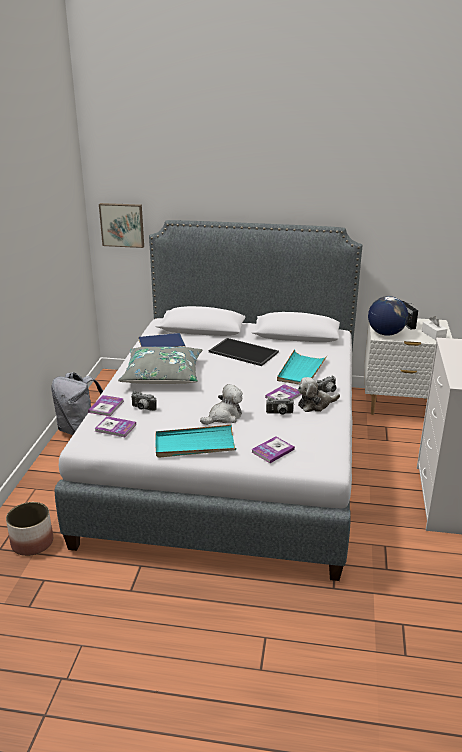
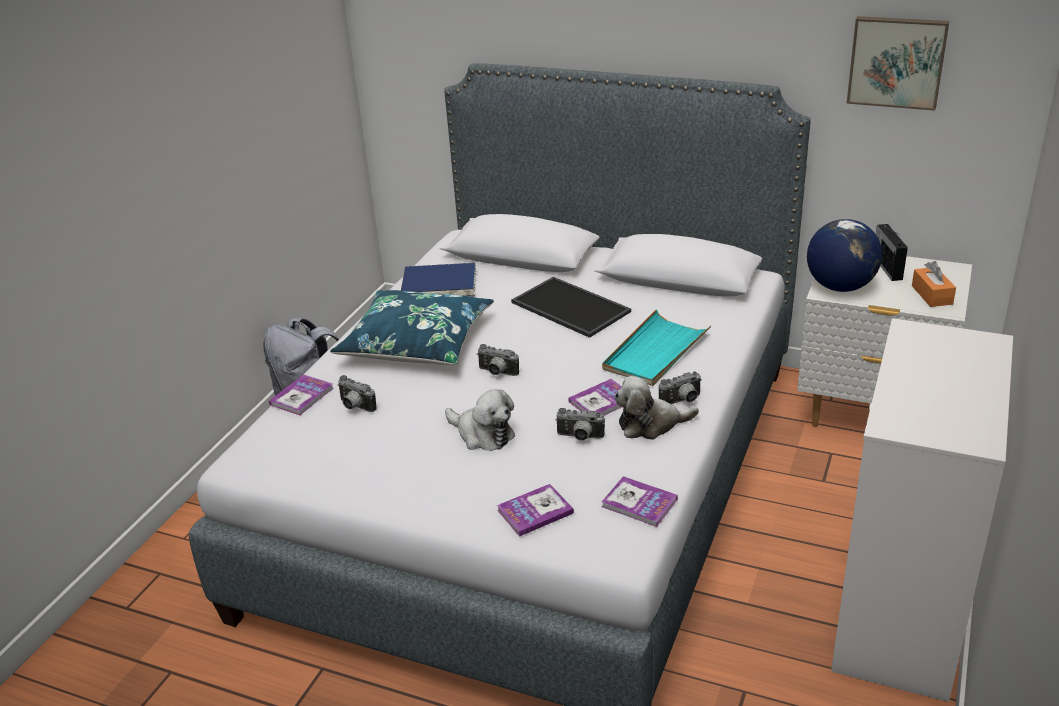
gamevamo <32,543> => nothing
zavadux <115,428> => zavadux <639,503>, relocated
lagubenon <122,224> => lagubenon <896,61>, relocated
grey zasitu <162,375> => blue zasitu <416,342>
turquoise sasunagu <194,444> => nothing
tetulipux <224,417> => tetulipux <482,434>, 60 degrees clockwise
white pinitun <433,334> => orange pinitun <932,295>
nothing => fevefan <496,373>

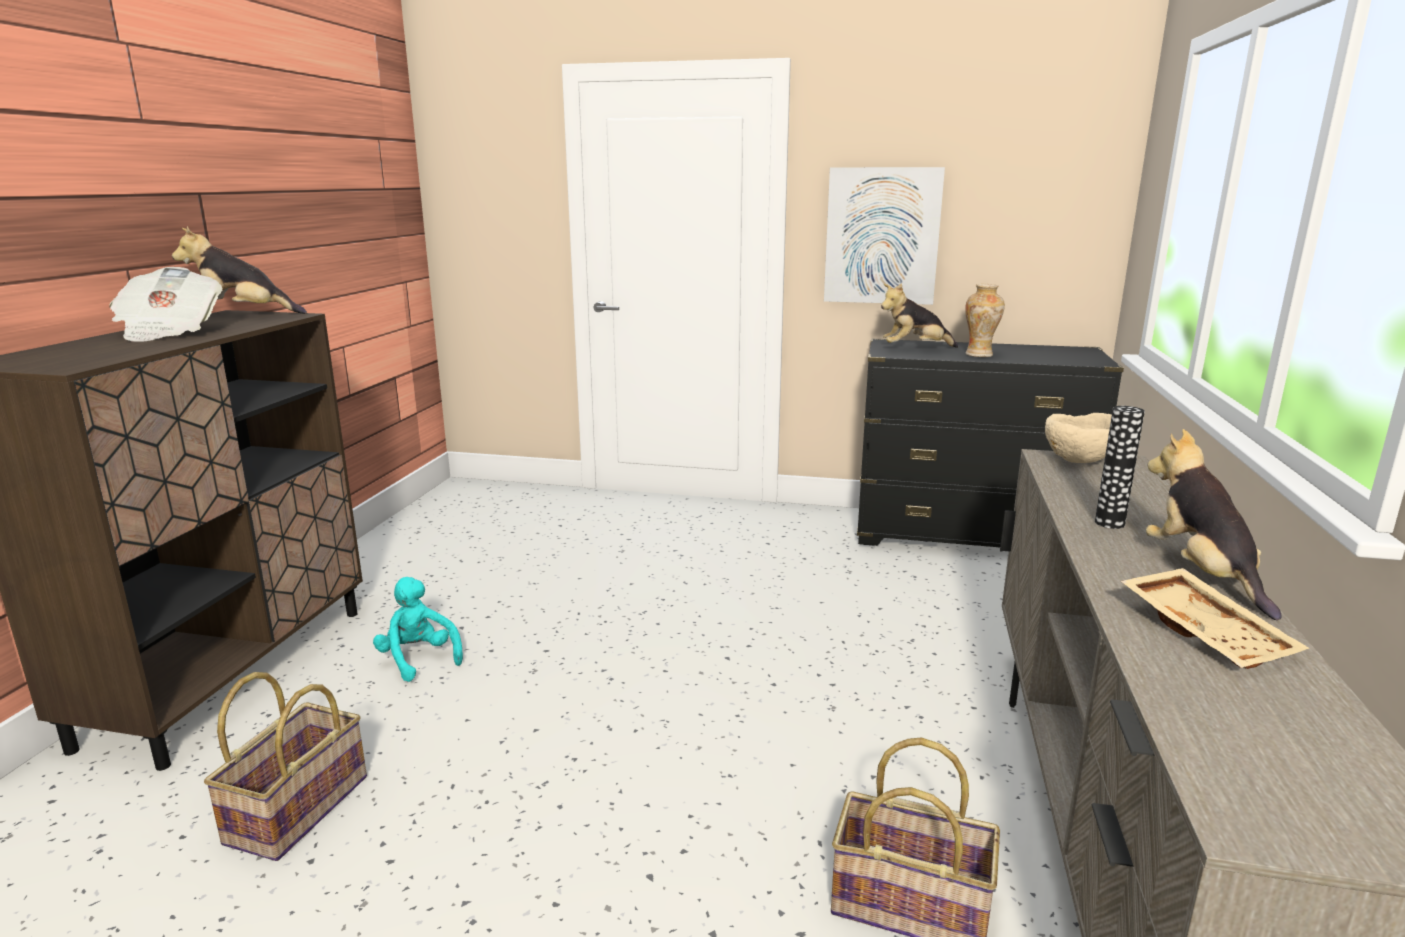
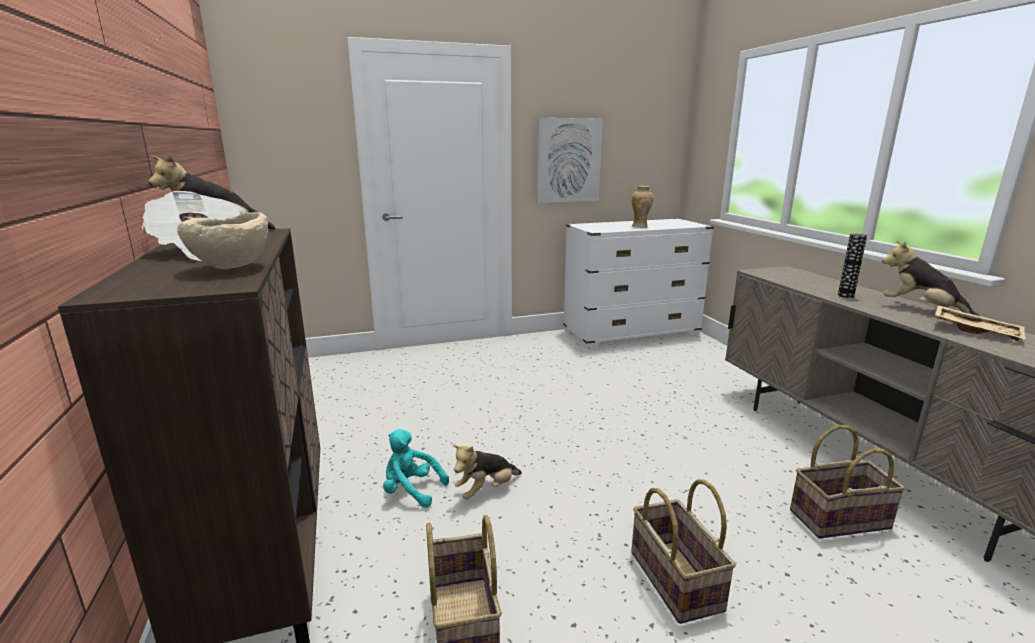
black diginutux <967,537> => white diginutux <631,333>
tetulipux <914,349> => tetulipux <486,490>, relocated
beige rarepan <1079,463> => beige rarepan <232,269>, relocated
nothing => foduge <673,580>

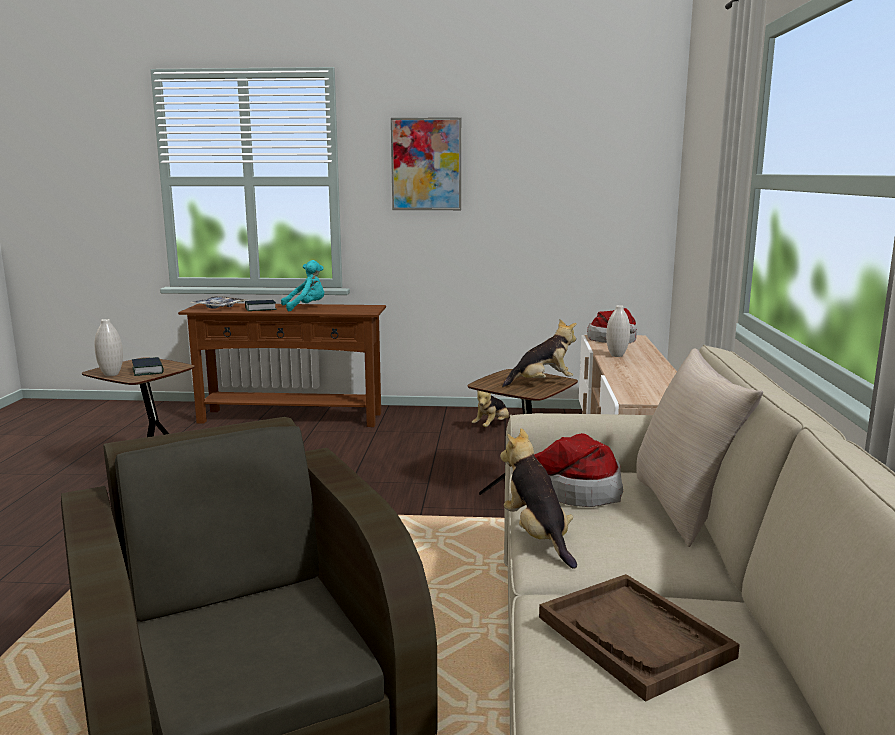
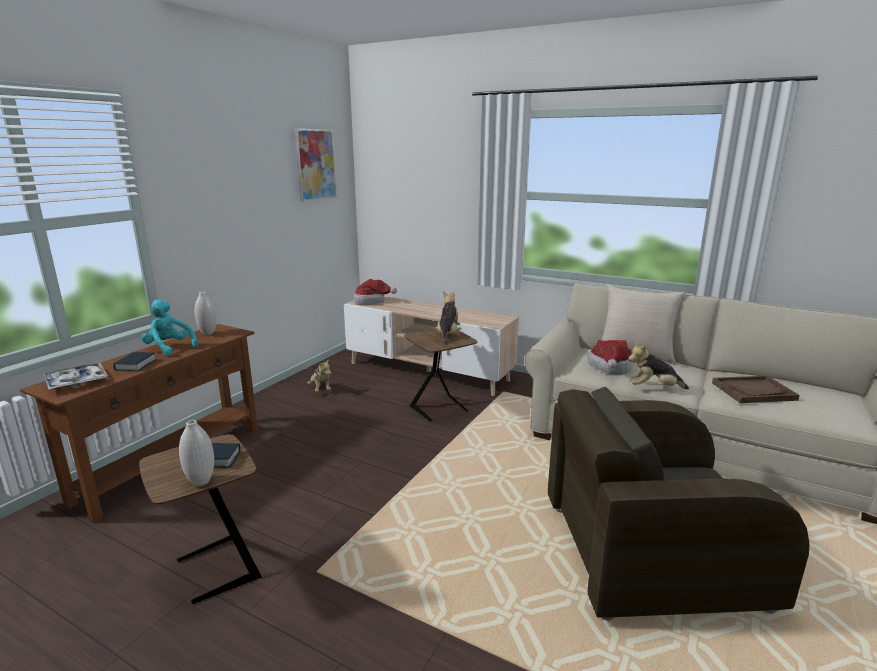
turquoise tetulipux <306,307> => turquoise tetulipux <169,348>, 60 degrees counterclockwise
lagubenon <426,164> => lagubenon <315,165>, relocated
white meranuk <616,355> => white meranuk <208,333>, relocated

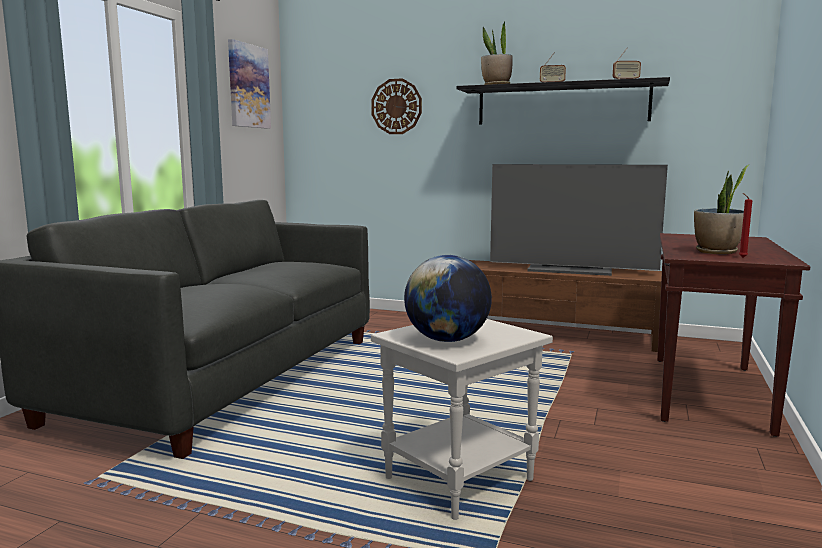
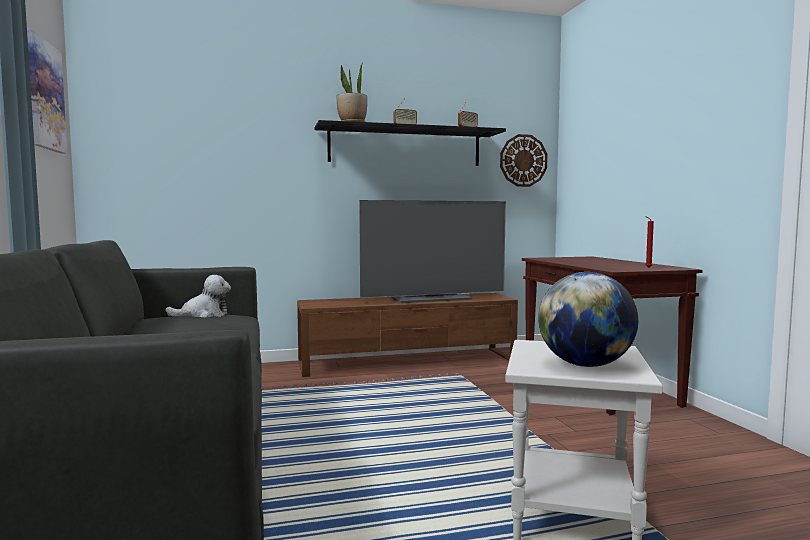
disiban <396,106> => disiban <523,160>, relocated
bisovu <716,252> => nothing
nothing => tetulipux <203,315>

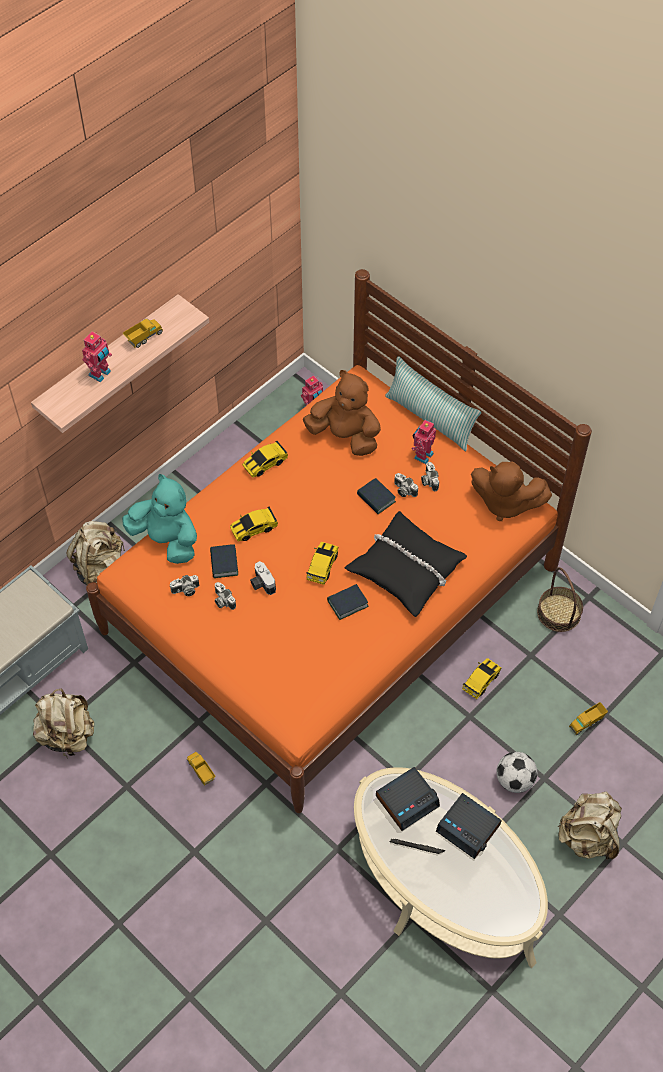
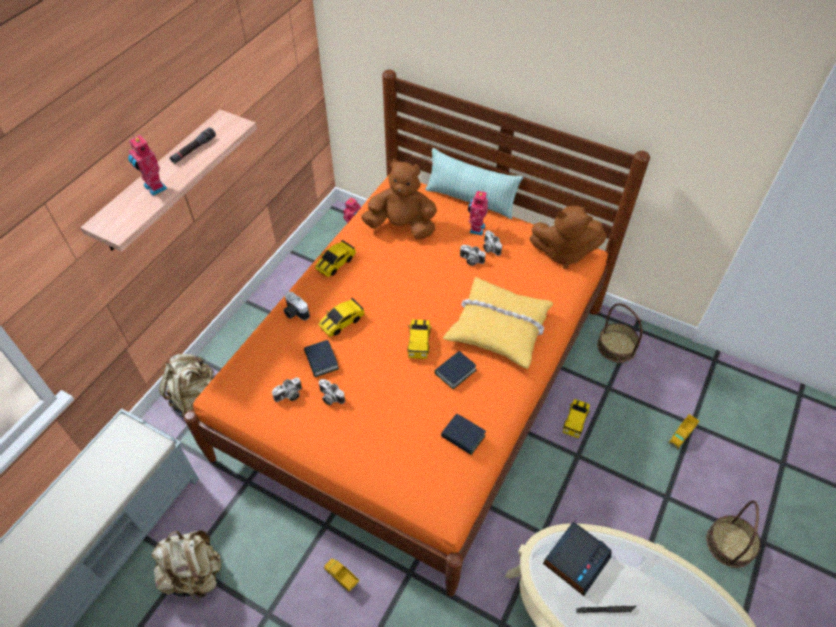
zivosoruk <101,374> => zivosoruk <154,188>, 120 degrees clockwise
turquoise tetulipux <166,540> => nothing
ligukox <144,338> => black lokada <193,150>
fevefan <261,584> => fevefan <295,313>, relocated
black zasitu <406,569> => yellow zasitu <499,327>
zavadux <376,498> => zavadux <463,436>, relocated
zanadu <469,828> => nothing
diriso <514,780> => nothing
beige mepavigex <588,836> => foduge <730,544>

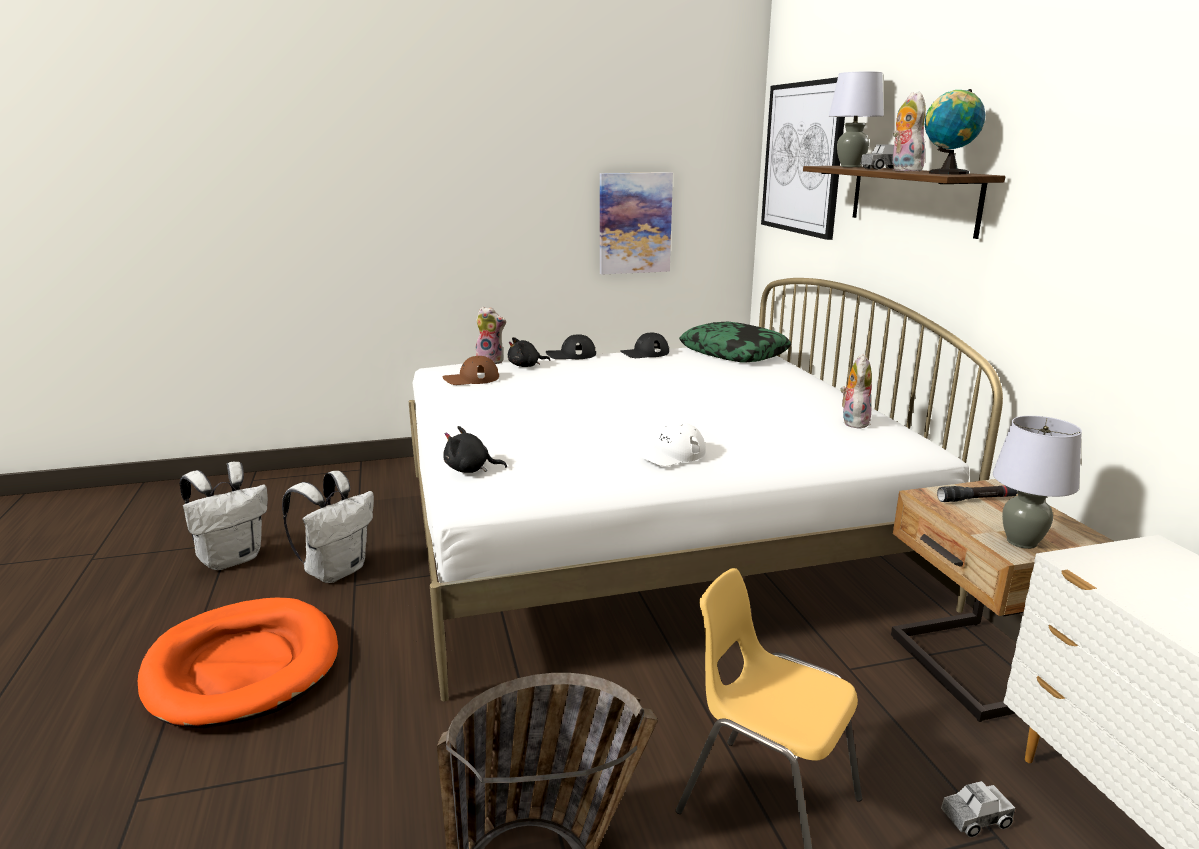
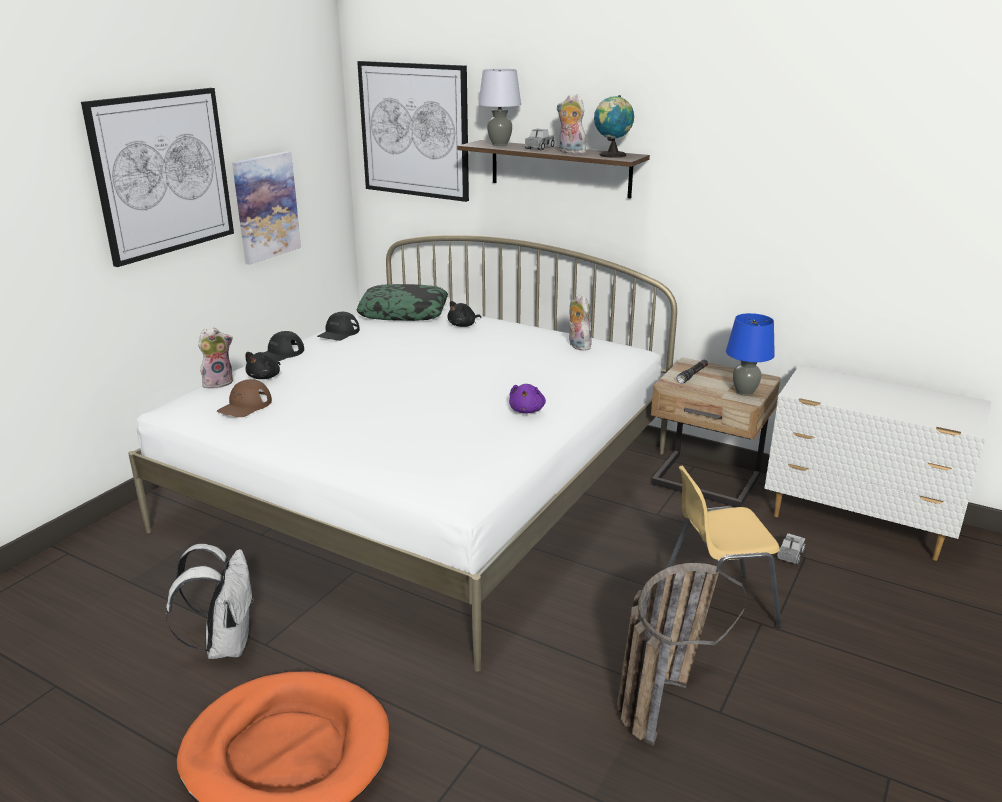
white mepavigex <232,558> => nothing
black tetulipux <470,469> => black tetulipux <463,325>, relocated
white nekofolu <671,454> => purple tetulipux <527,410>
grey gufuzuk <1021,542> => blue gufuzuk <744,392>
nothing => lagubenon <163,174>

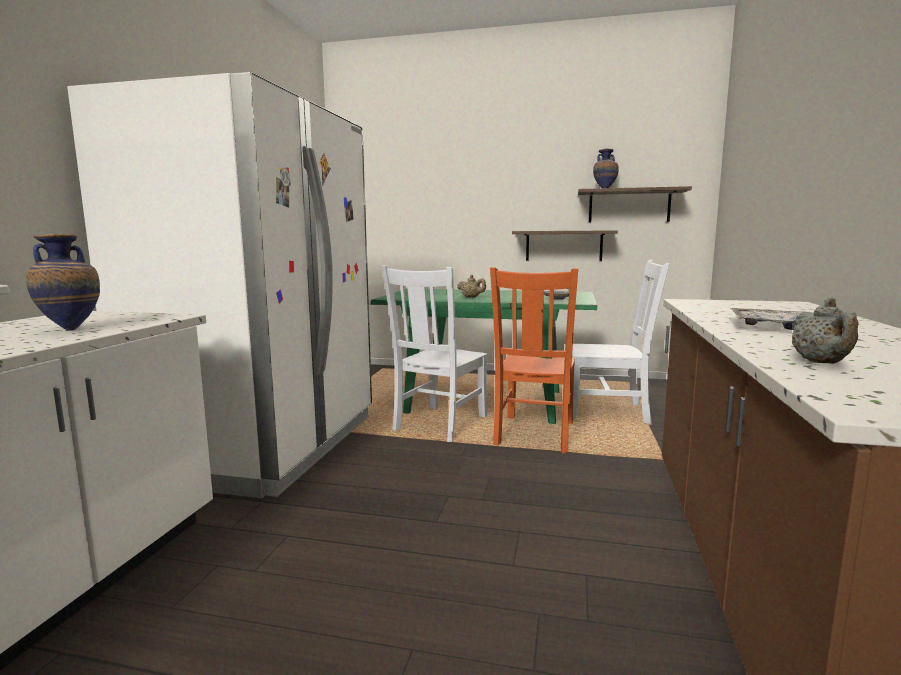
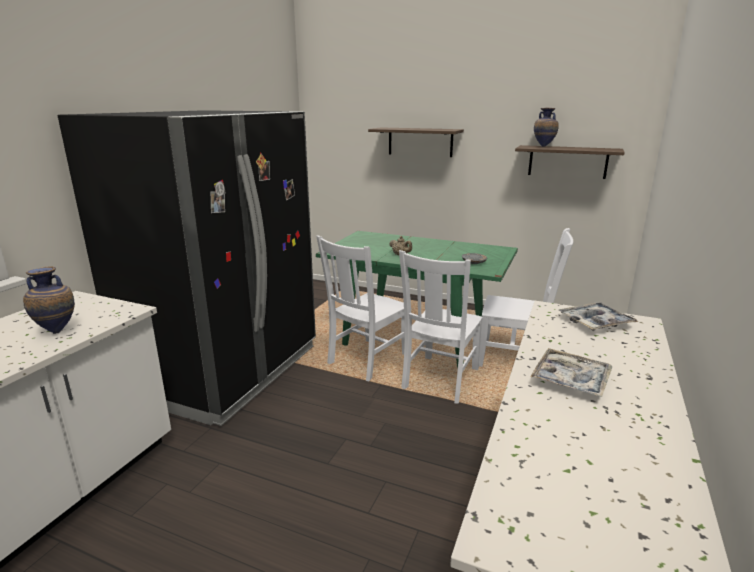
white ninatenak <265,445> => black ninatenak <227,371>
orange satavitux <534,435> => white satavitux <439,380>
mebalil <563,246> => mebalil <420,142>, relocated
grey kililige <821,363> => nothing
nothing => sasunagu <595,322>

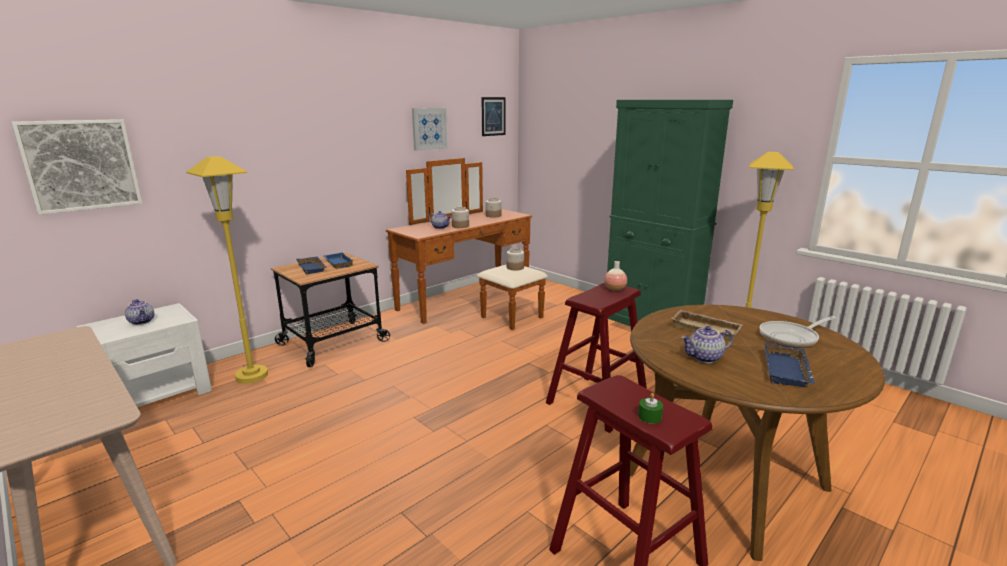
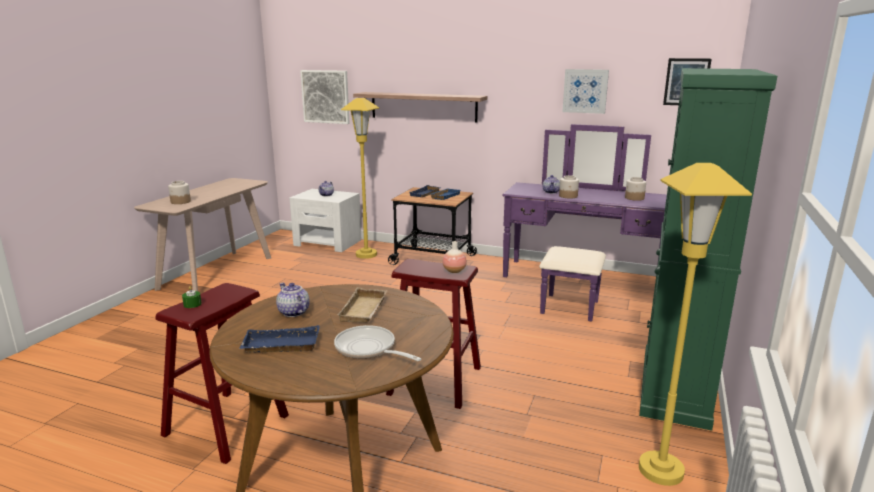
brown diginutux <475,302> => purple diginutux <579,284>
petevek <515,268> => petevek <180,202>, relocated
nothing => mebalil <423,106>

